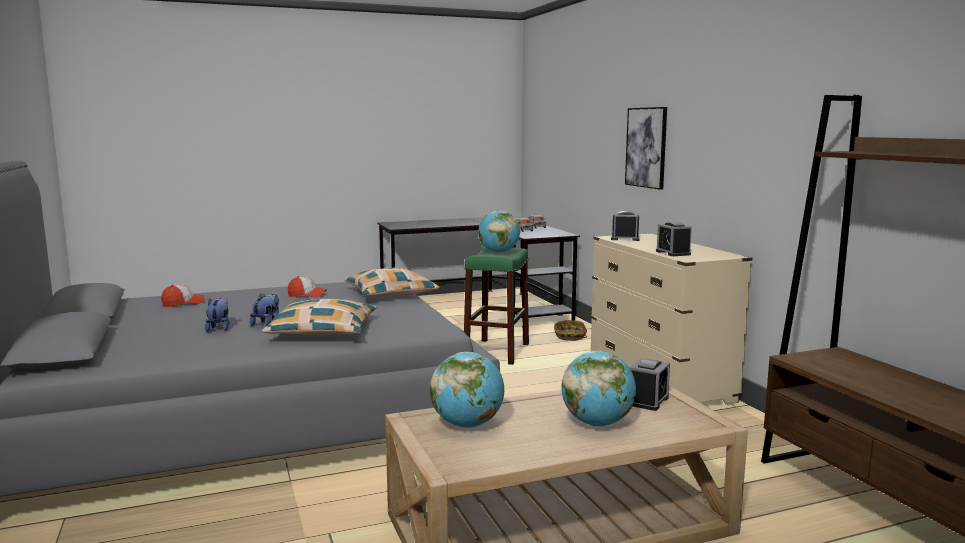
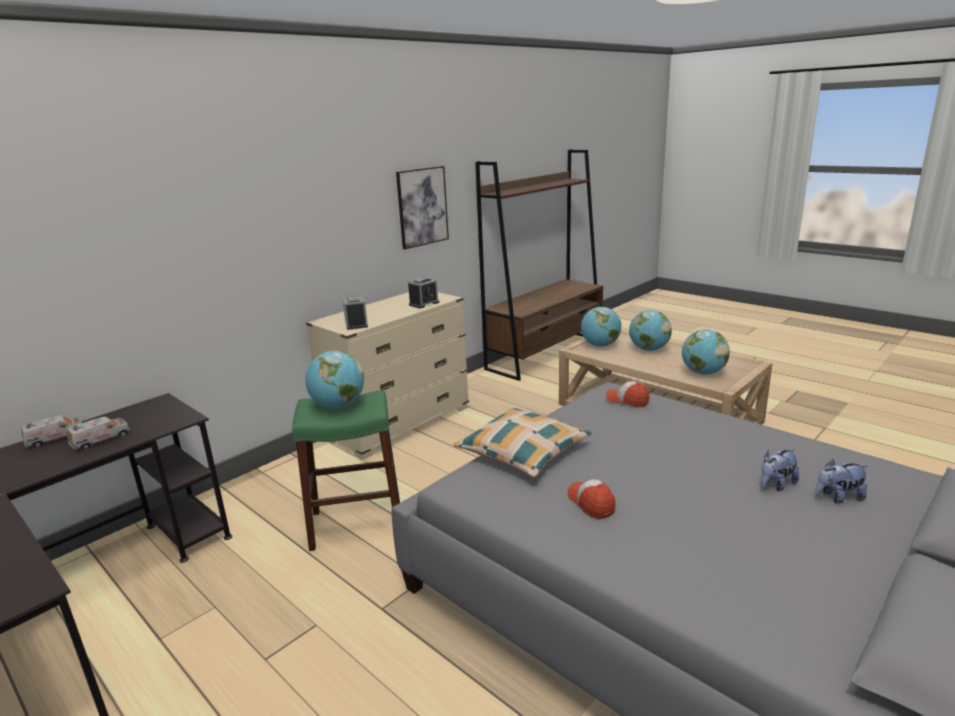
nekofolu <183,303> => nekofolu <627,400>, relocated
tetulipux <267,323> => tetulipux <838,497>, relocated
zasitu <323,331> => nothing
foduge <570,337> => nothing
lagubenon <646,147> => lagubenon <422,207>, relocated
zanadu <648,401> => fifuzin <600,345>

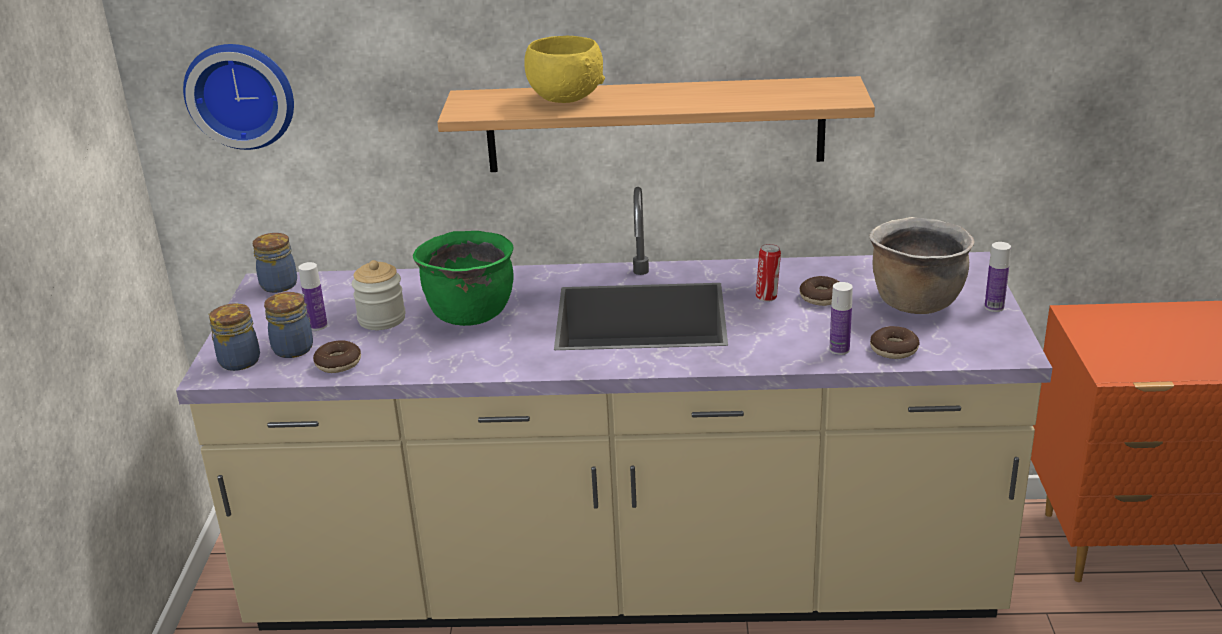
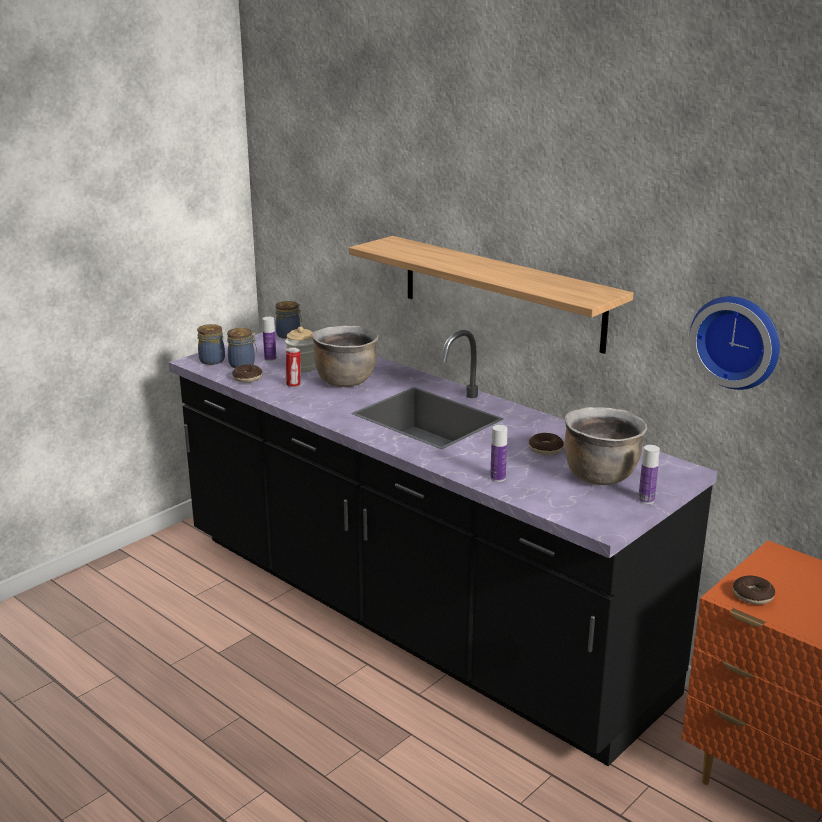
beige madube <624,580> => black madube <411,614>
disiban <241,94> => disiban <737,341>, relocated
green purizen <470,313> => brown purizen <345,381>
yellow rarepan <565,98> => nothing
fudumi <767,297> => fudumi <294,385>, relocated
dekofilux <894,350> => dekofilux <752,596>, relocated

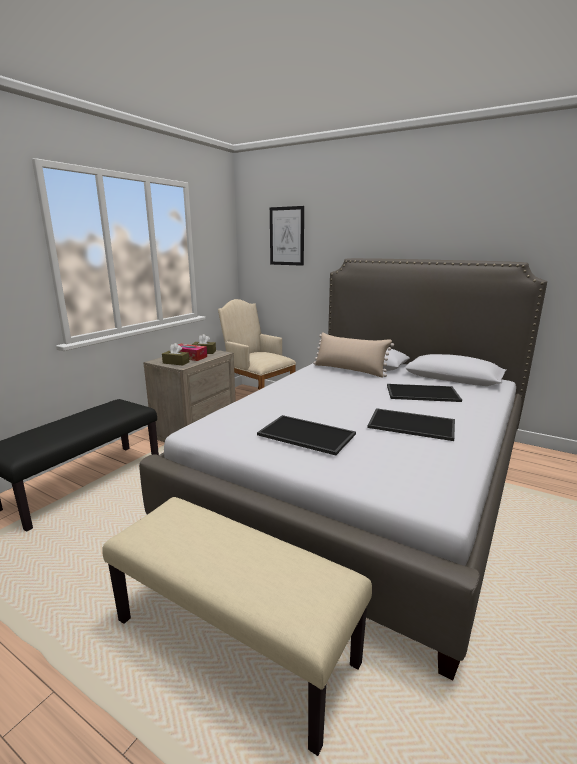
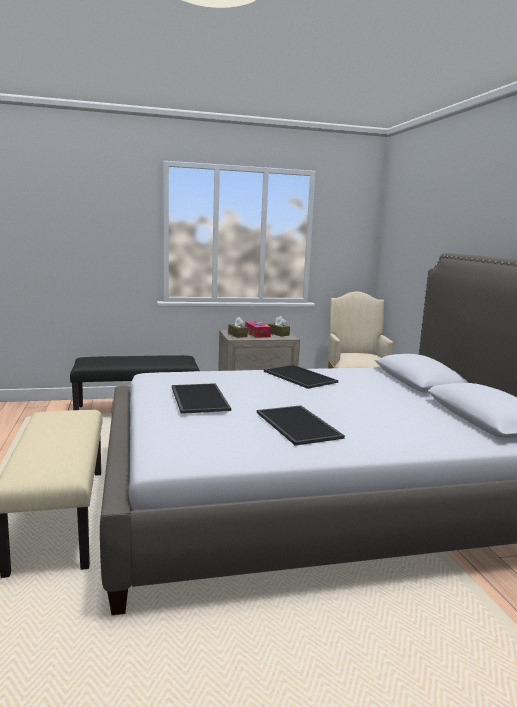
lagubenon <286,236> => nothing
beige zasitu <349,370> => nothing
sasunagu <421,393> => sasunagu <298,376>, relocated

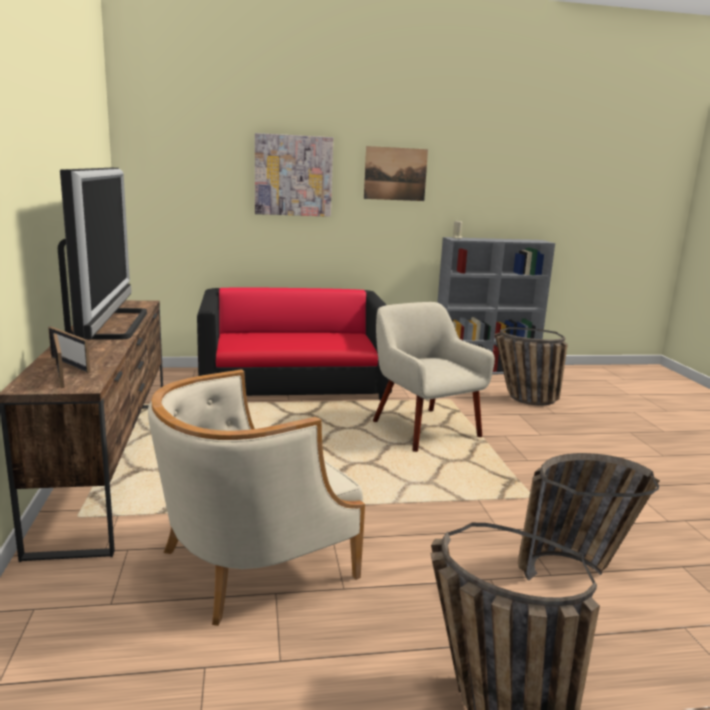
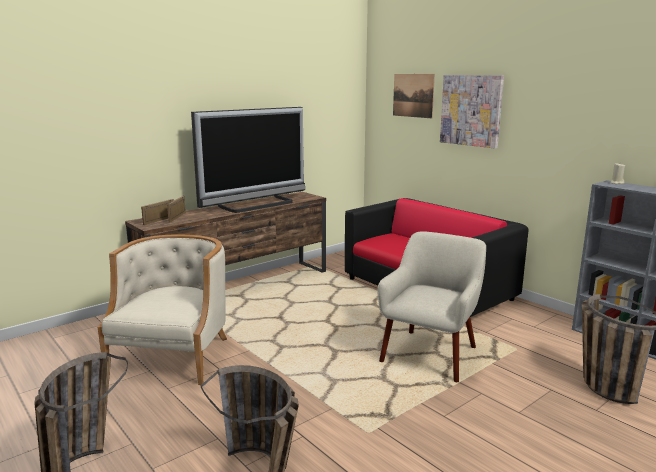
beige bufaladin <253,562> => beige bufaladin <175,355>, 75 degrees clockwise
lagubenon <395,174> => lagubenon <413,95>, relocated

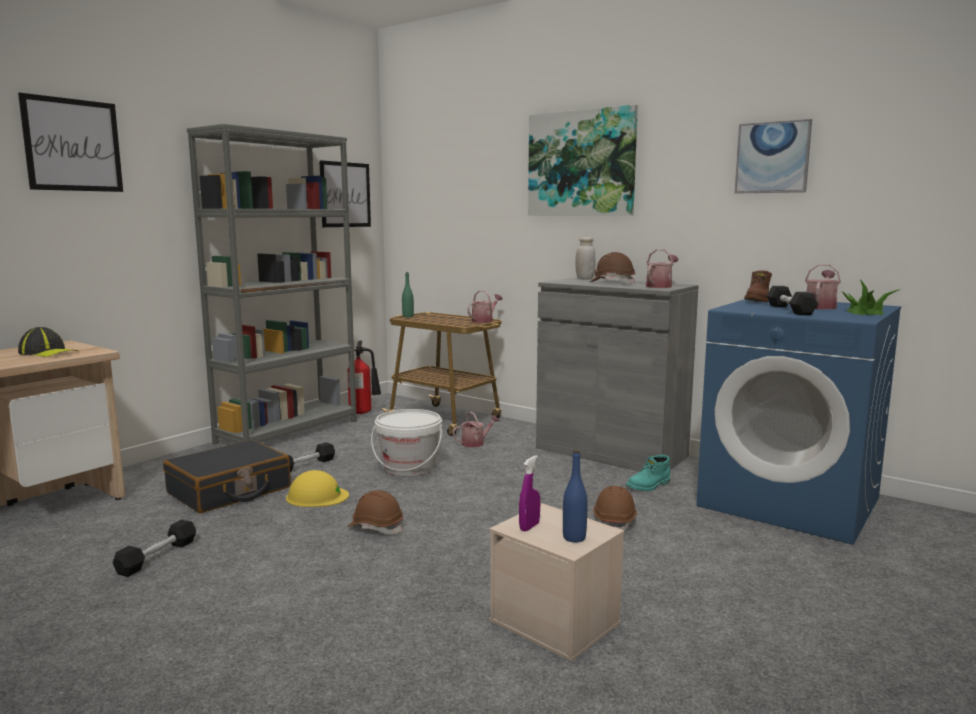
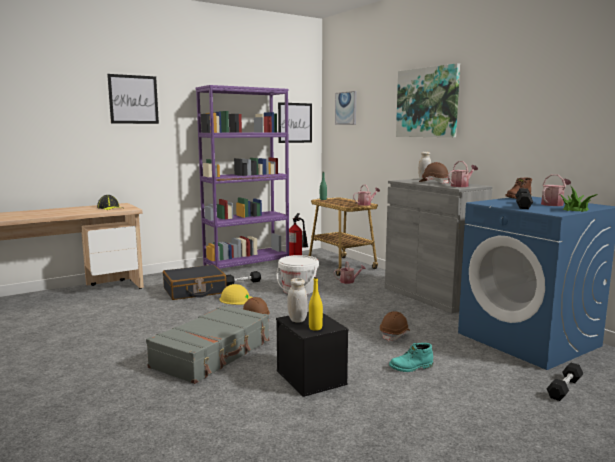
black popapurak <157,557> => black popapurak <564,388>, relocated
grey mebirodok <288,431> => purple mebirodok <247,264>
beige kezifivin <556,621> => black kezifivin <312,377>
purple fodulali <529,527> => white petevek <297,320>
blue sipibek <574,538> => yellow sipibek <315,328>
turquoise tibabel <649,486> => turquoise tibabel <411,367>, relocated
lagubenon <772,157> => lagubenon <346,108>, relocated
nothing => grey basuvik <213,354>

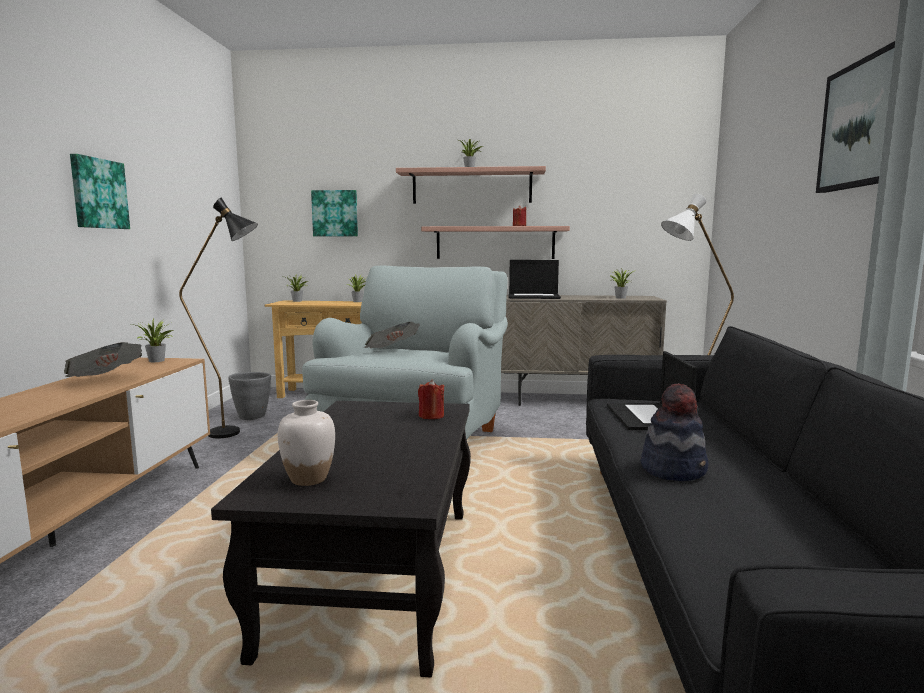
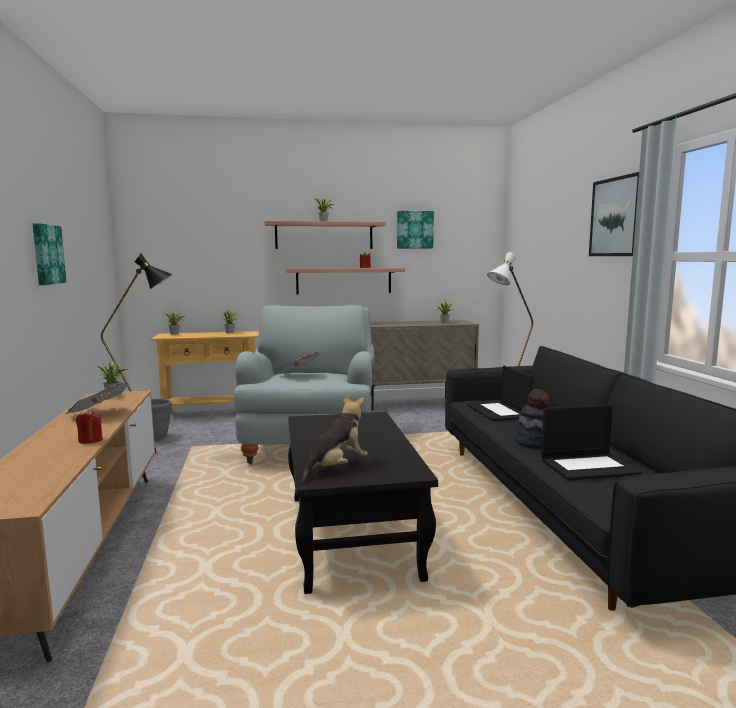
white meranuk <308,479> => tetulipux <336,468>
lagubenon <335,213> => lagubenon <414,230>, relocated
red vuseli <431,416> => red vuseli <90,440>, relocated
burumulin <534,297> => burumulin <589,466>, relocated

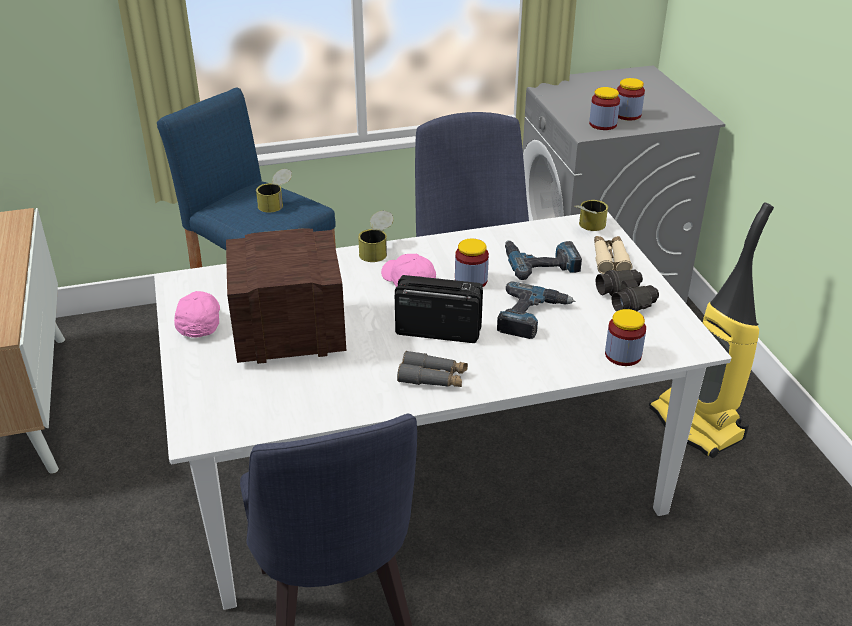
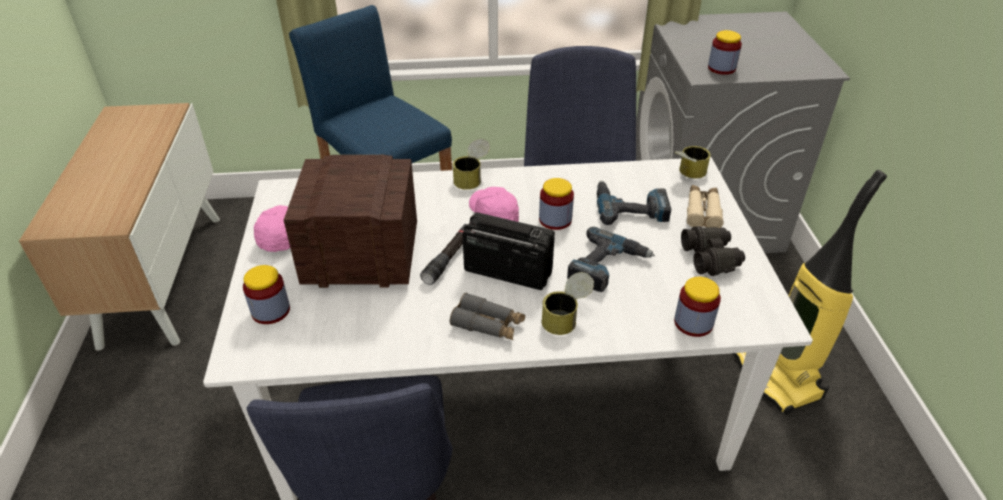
fudumi <276,203> => fudumi <566,317>, relocated
petevek <627,115> => petevek <270,311>, relocated
nothing => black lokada <449,258>

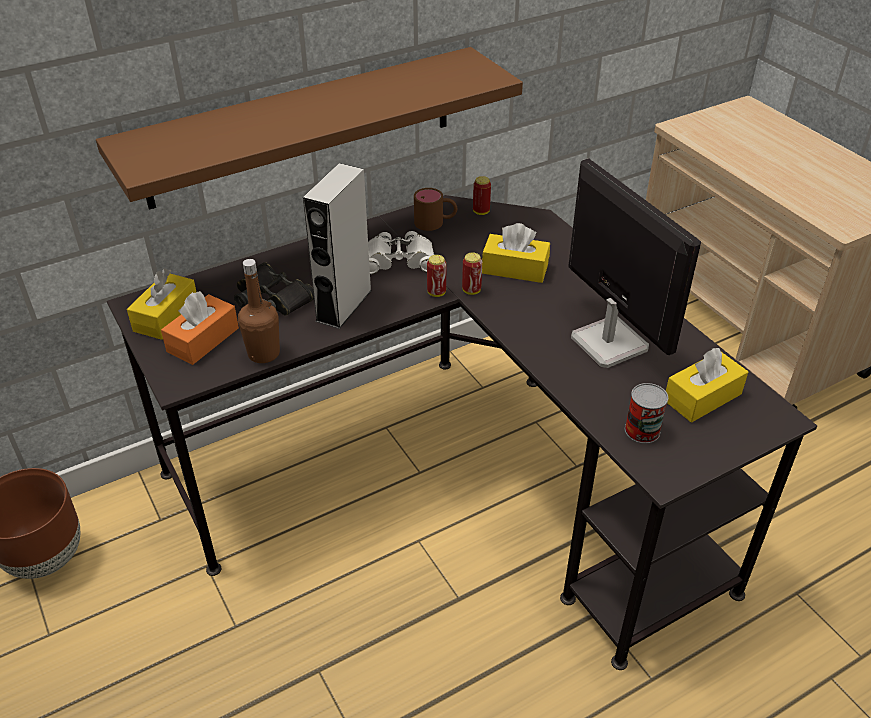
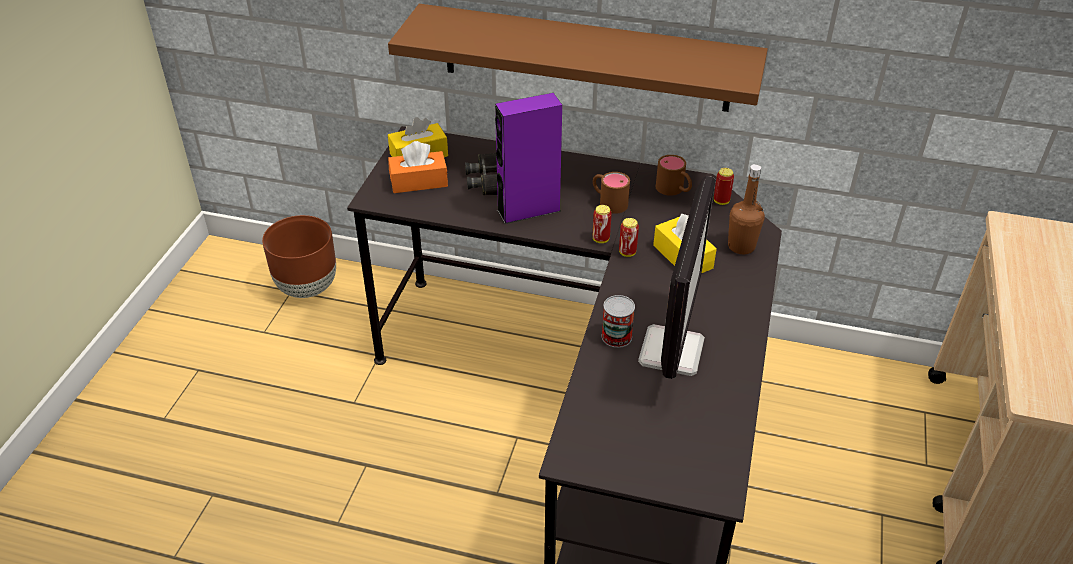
brown sipibek <264,353> => brown sipibek <741,246>, relocated
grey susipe <344,305> => purple susipe <528,210>
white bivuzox <399,260> => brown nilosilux <608,202>
fudumi <642,430> => fudumi <616,336>, relocated
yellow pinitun <702,397> => nothing

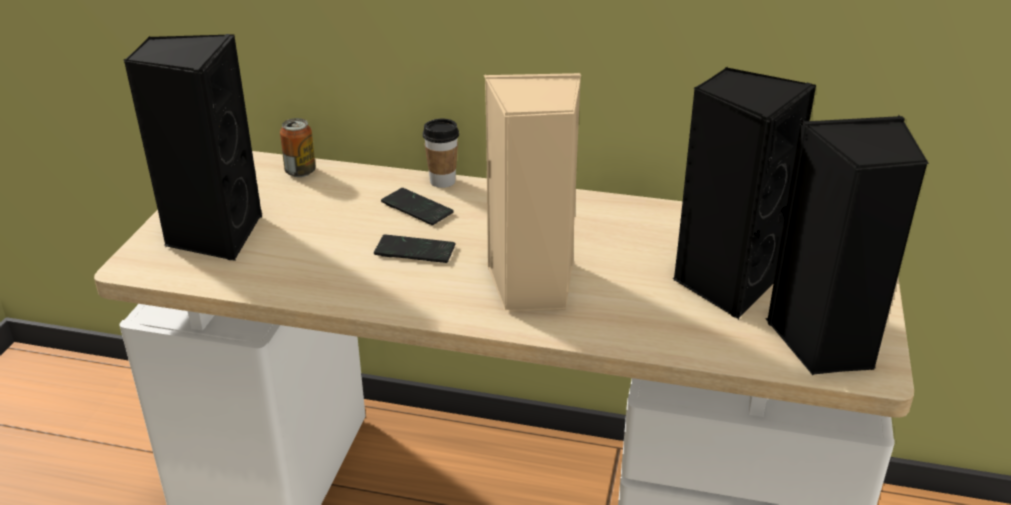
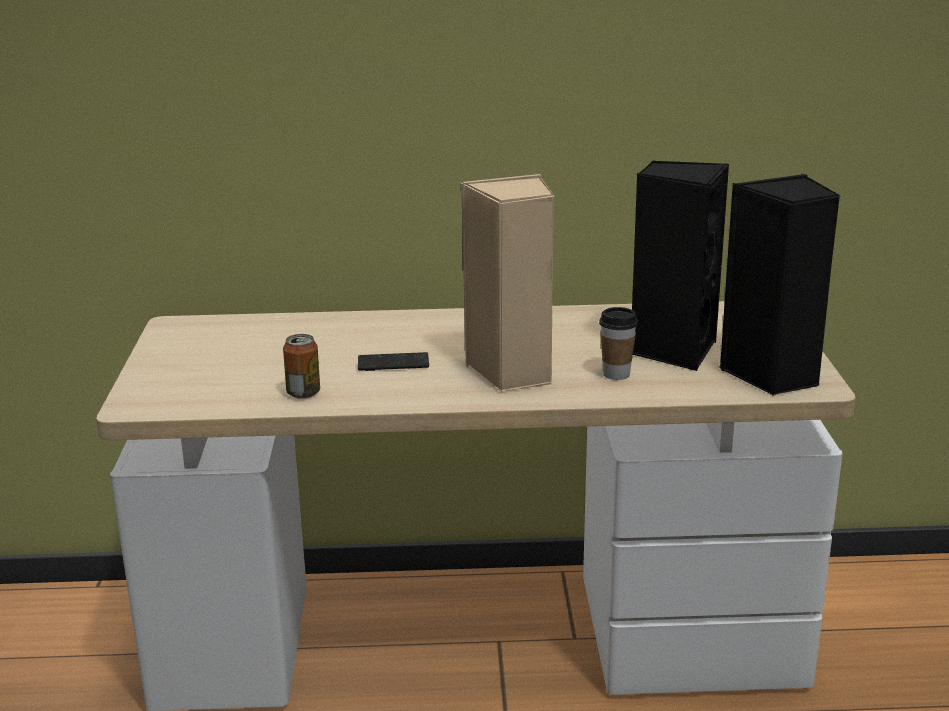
black susipe <213,235> => nothing
fudumi <300,171> => fudumi <303,393>, relocated
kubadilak <417,208> => nothing
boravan <442,181> => boravan <616,374>, relocated

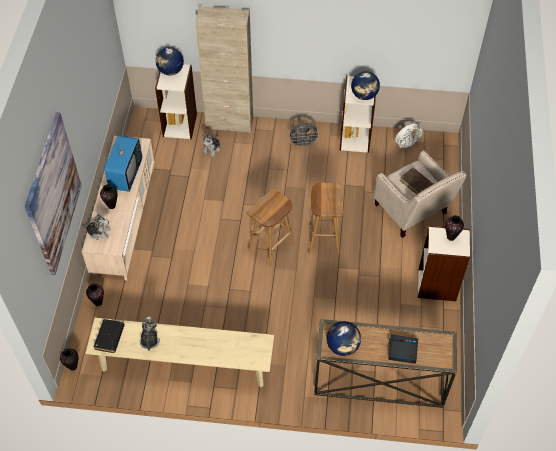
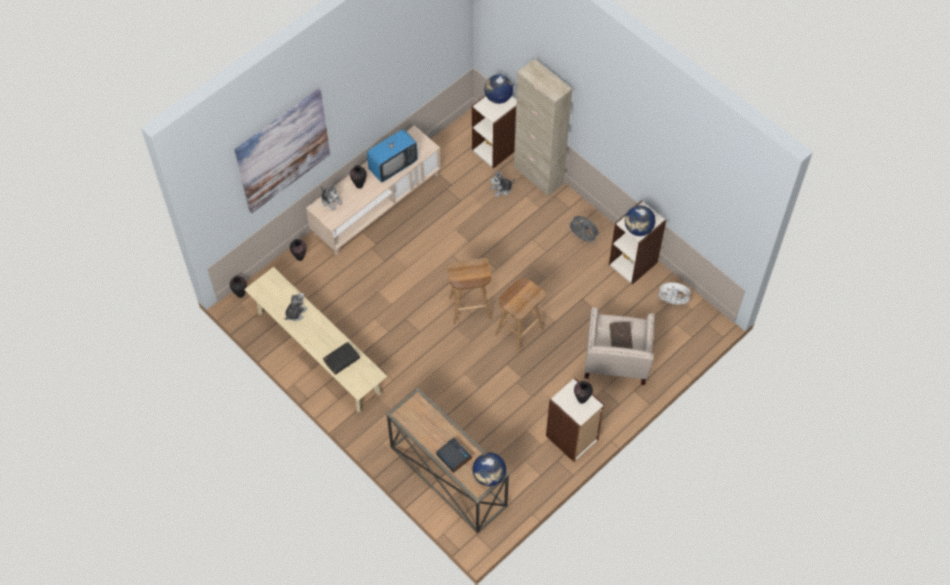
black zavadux <109,338> => black zavadux <341,360>, relocated
fifuzin <342,346> => fifuzin <489,476>, relocated

